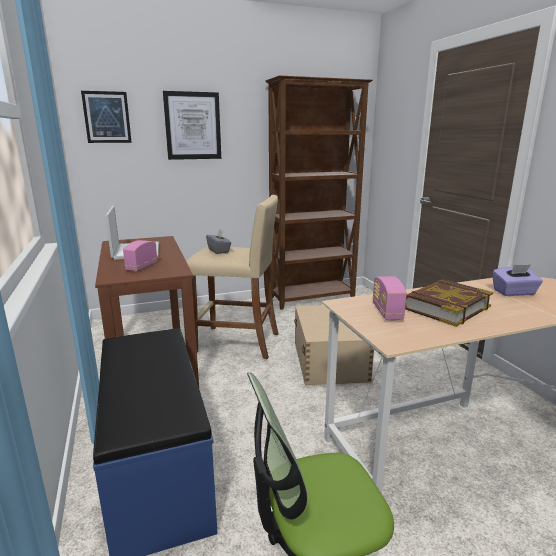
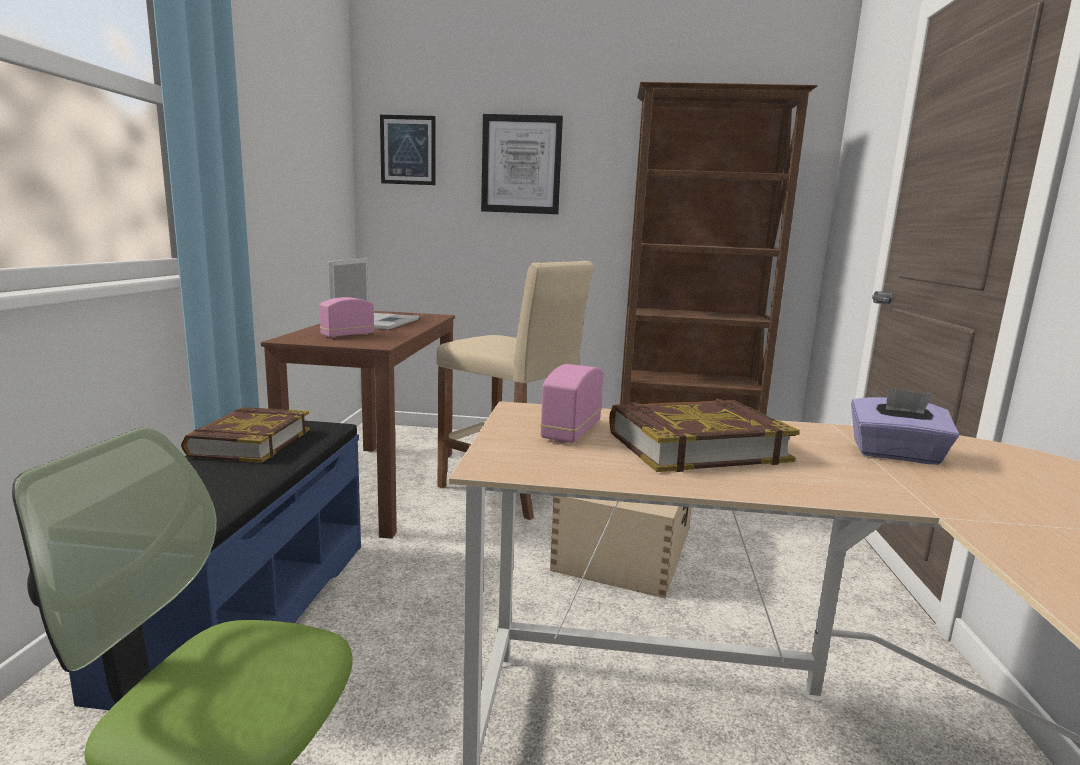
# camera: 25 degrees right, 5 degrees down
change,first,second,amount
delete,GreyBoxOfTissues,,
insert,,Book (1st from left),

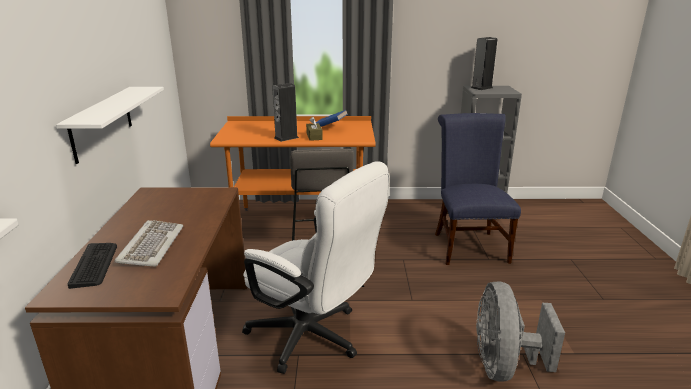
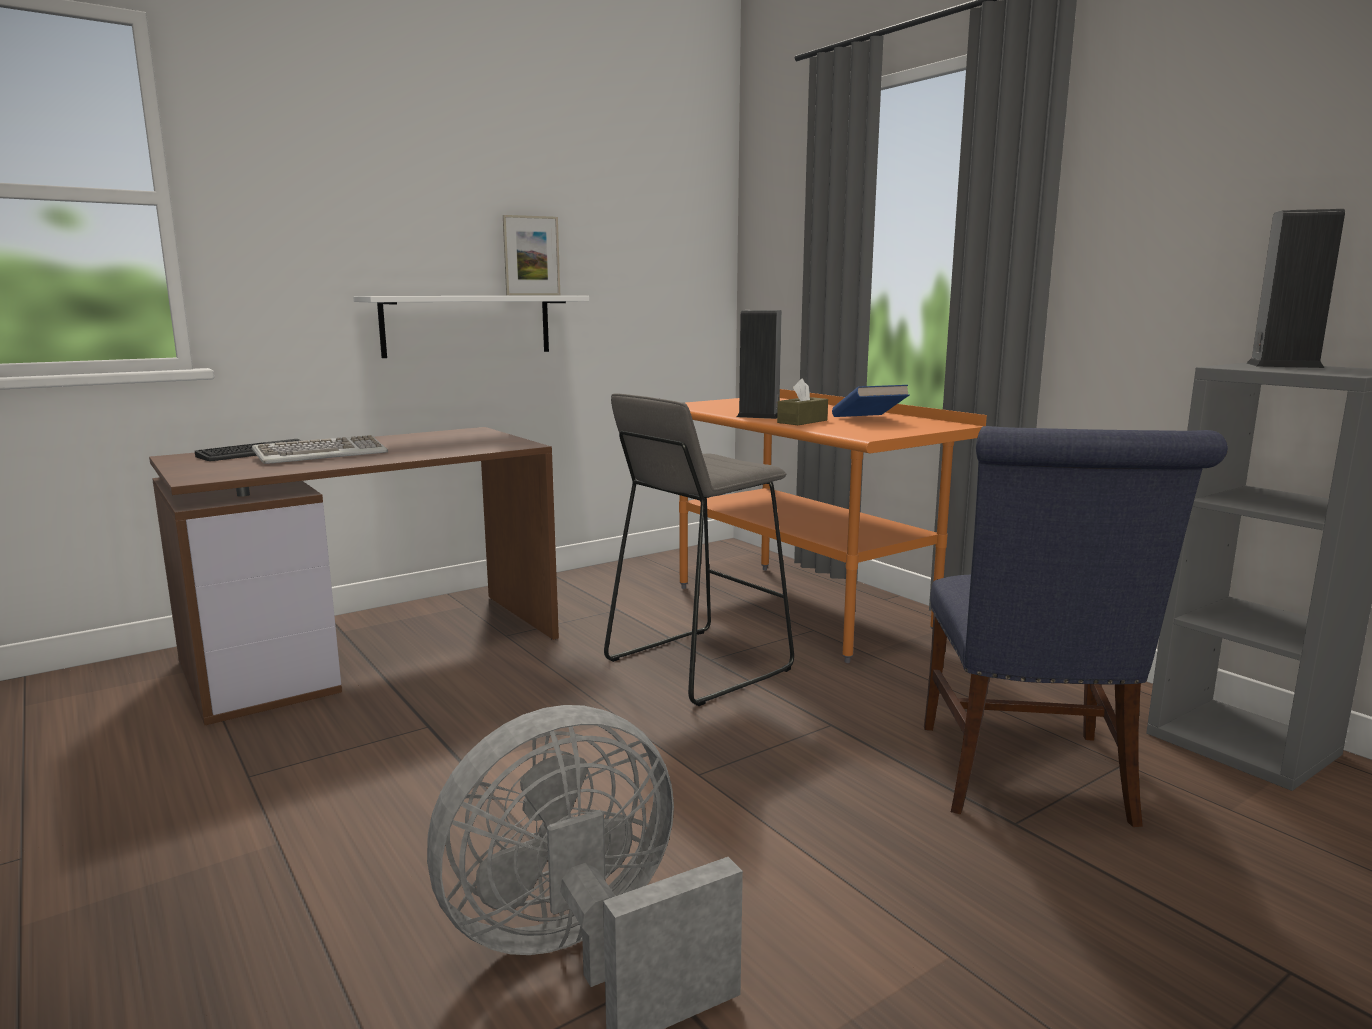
# camera: 55 degrees right, 10 degrees down
change,first,second,amount
delete,WhiteColouredOfficeChair,,
insert,,PictureFrame,
rotate,BluishUprightChair,,135 degrees clockwise

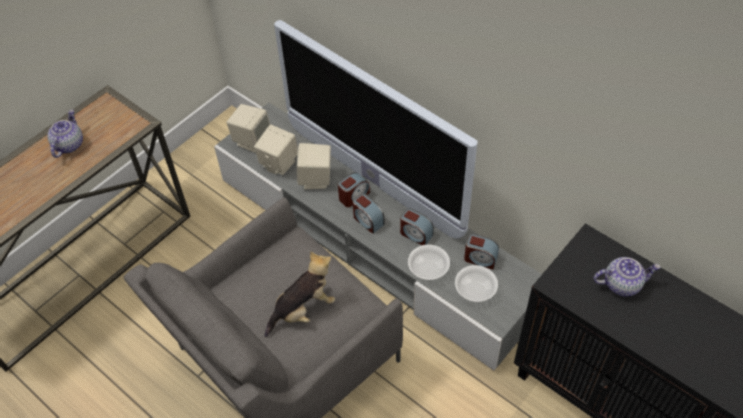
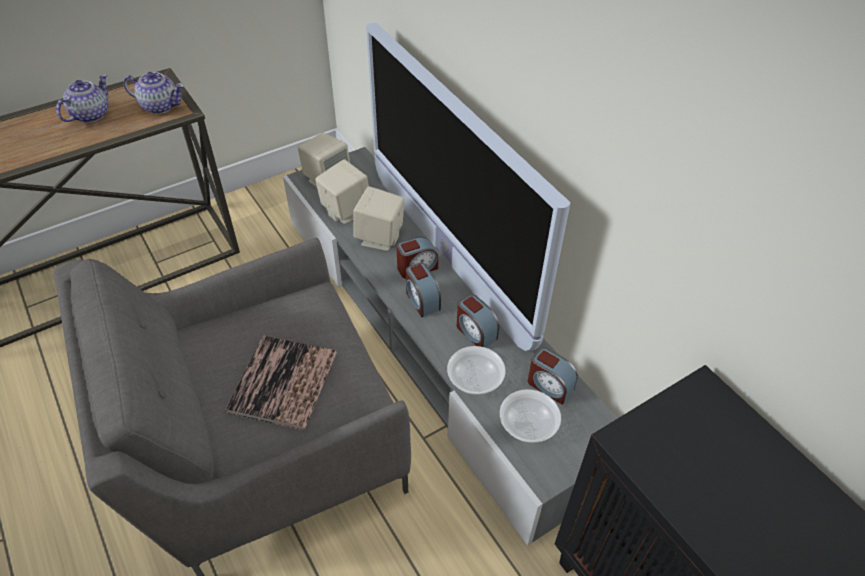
# camera: 15 degrees right, 5 degrees down
change,first,second,amount
move,TeaPot (2nd from left),,
replace,PlushToy,Book,

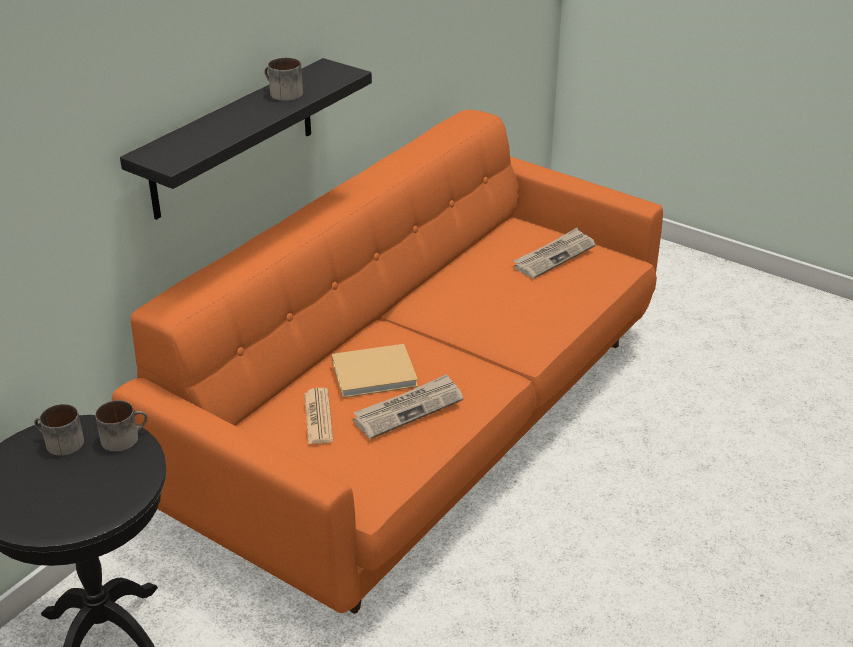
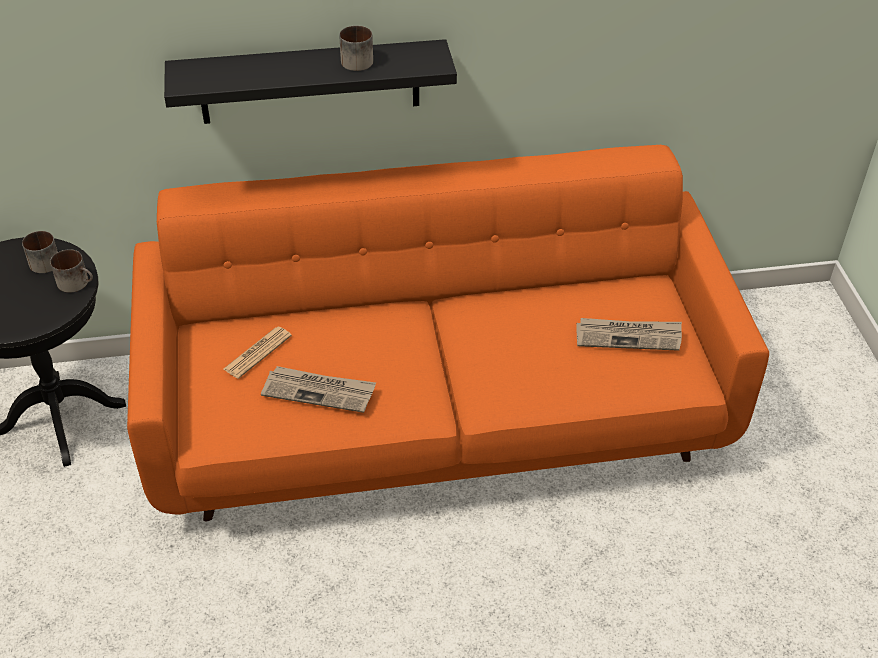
# camera: 45 degrees right, 10 degrees up
change,first,second,amount
delete,SandColouredBook,,

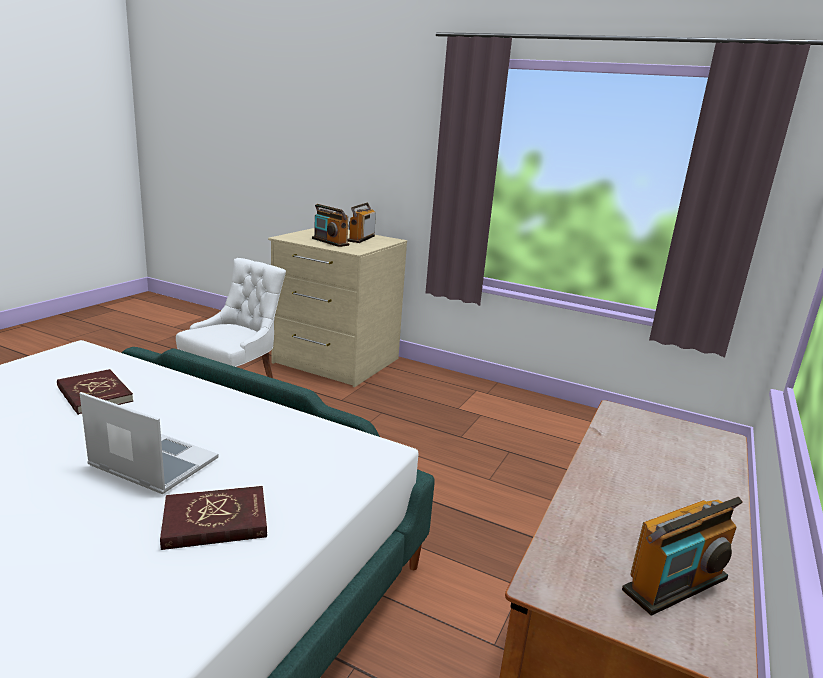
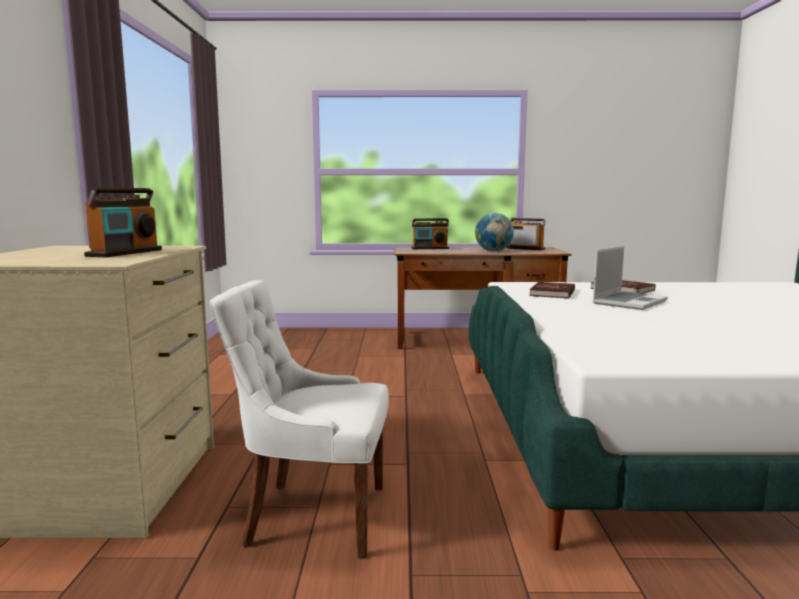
# camera: 115 degrees left, 10 degrees down
change,first,second,amount
insert,,Globe,
move,ReddishBook (1st from left),,
move,Radio (2nd from left),,
rotate,PortableComputer,,135 degrees counterclockwise

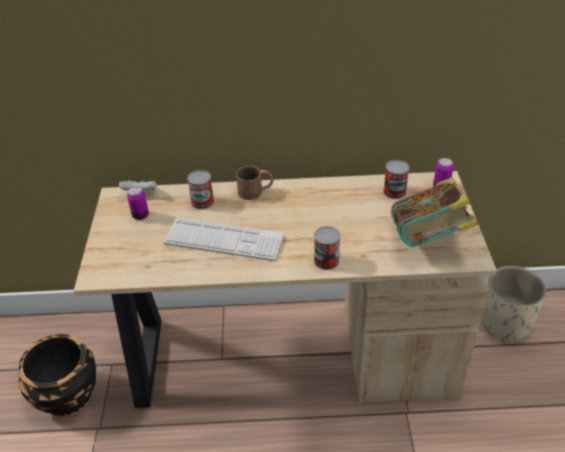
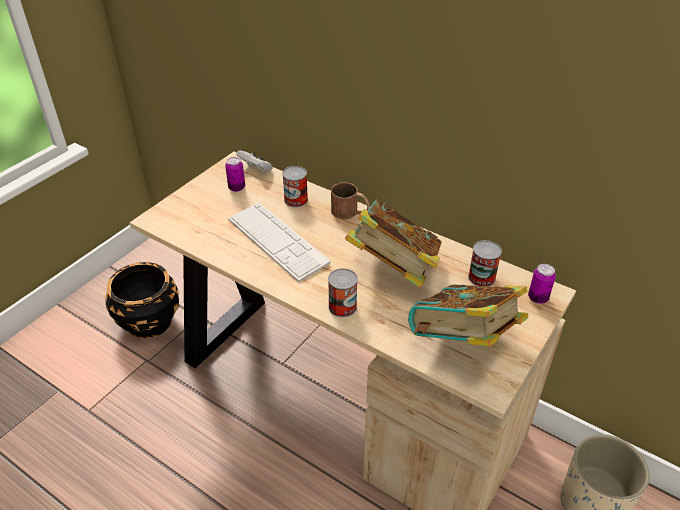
# camera: 35 degrees right, 0 degrees up
change,first,second,amount
insert,,Book (1st from left),

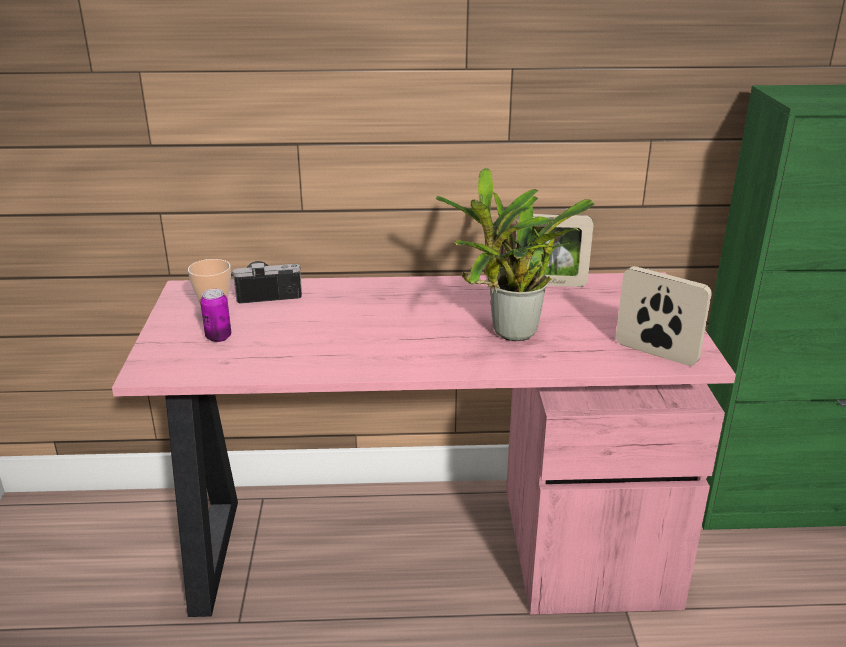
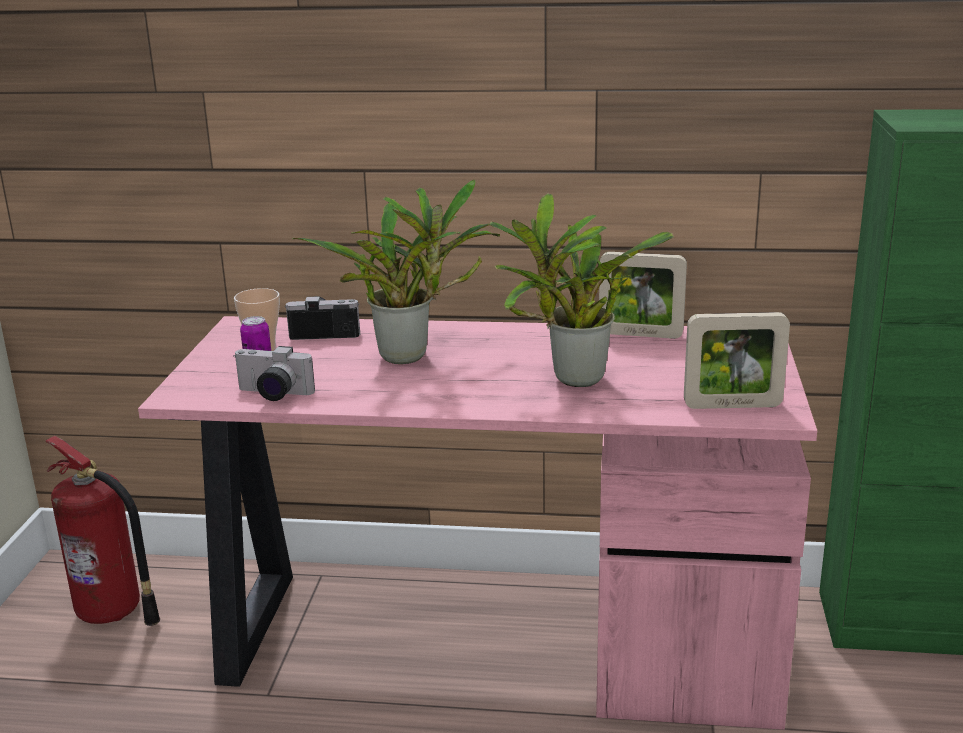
# camera: 10 degrees right, 5 degrees down
change,first,second,amount
insert,,FireFightingCylinder,
insert,,StillCamera (1st from left),
insert,,Houseplant (1st from left),
rotate,PictureFrame (2nd from left),,135 degrees clockwise

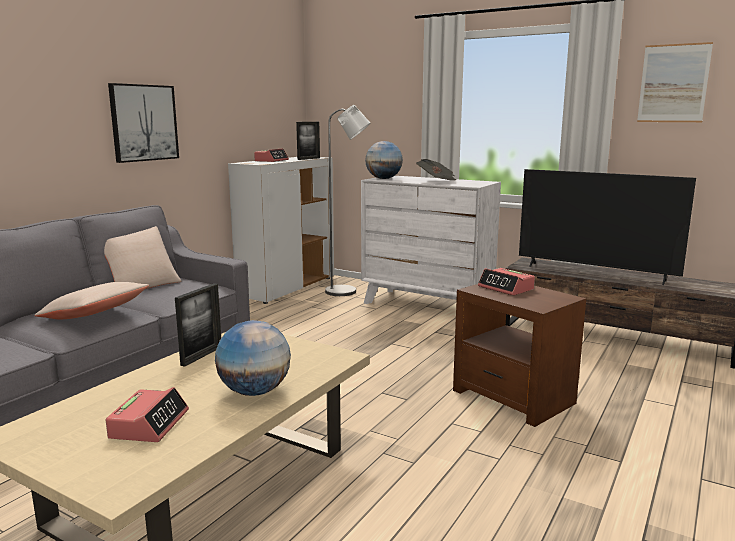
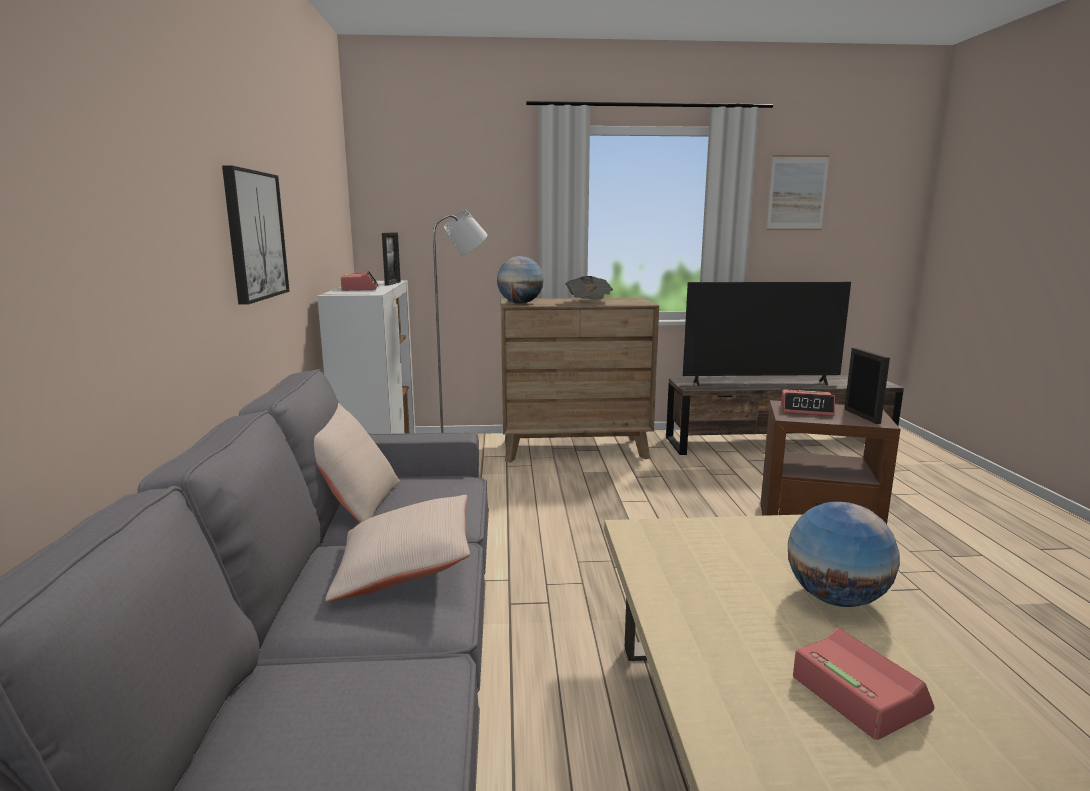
# camera: 35 degrees left, 0 degrees up
change,first,second,amount
move,PictureFrame (1st from left in the first image),PictureFrame (2nd from left),
recolor,WhiteColouredDresser,BrownColouredDresser,

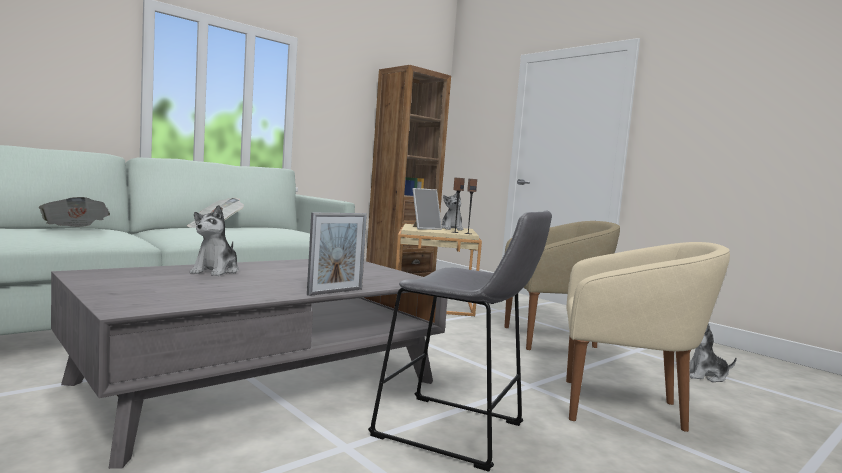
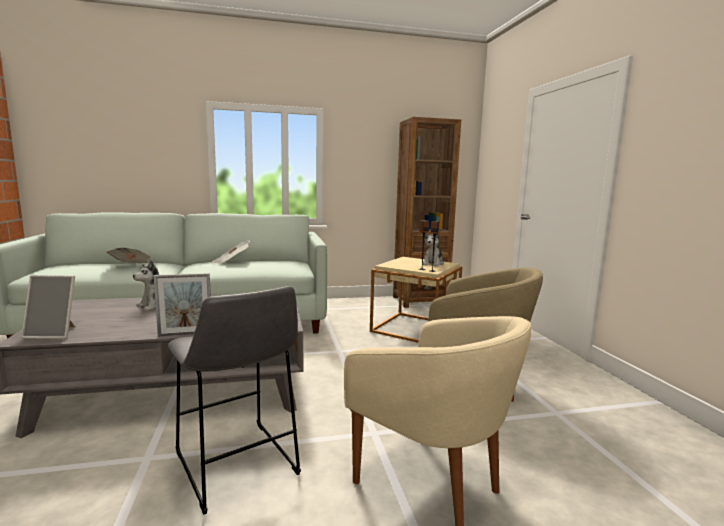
# camera: 30 degrees right, 5 degrees up
change,first,second,amount
delete,PlushToy (3rd from left),,
move,PictureFrame (2nd from left in the first image),PictureFrame (1st from left),

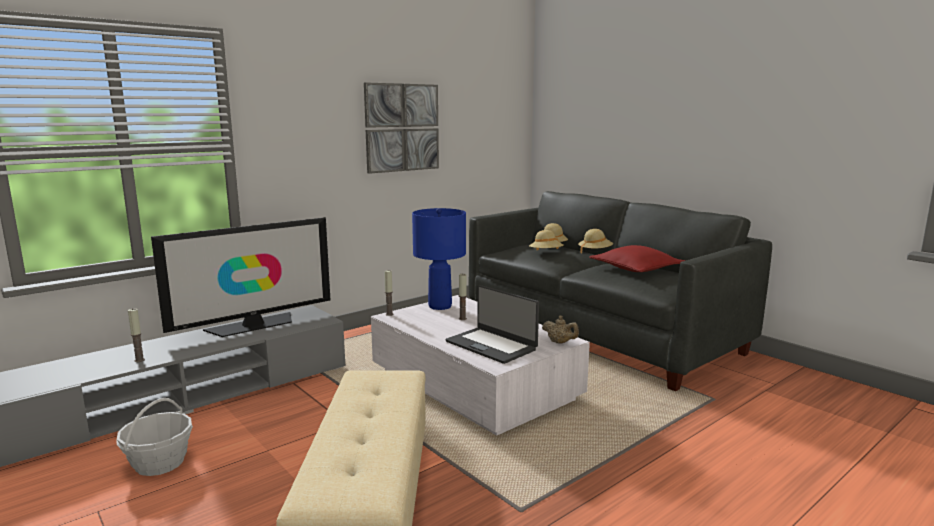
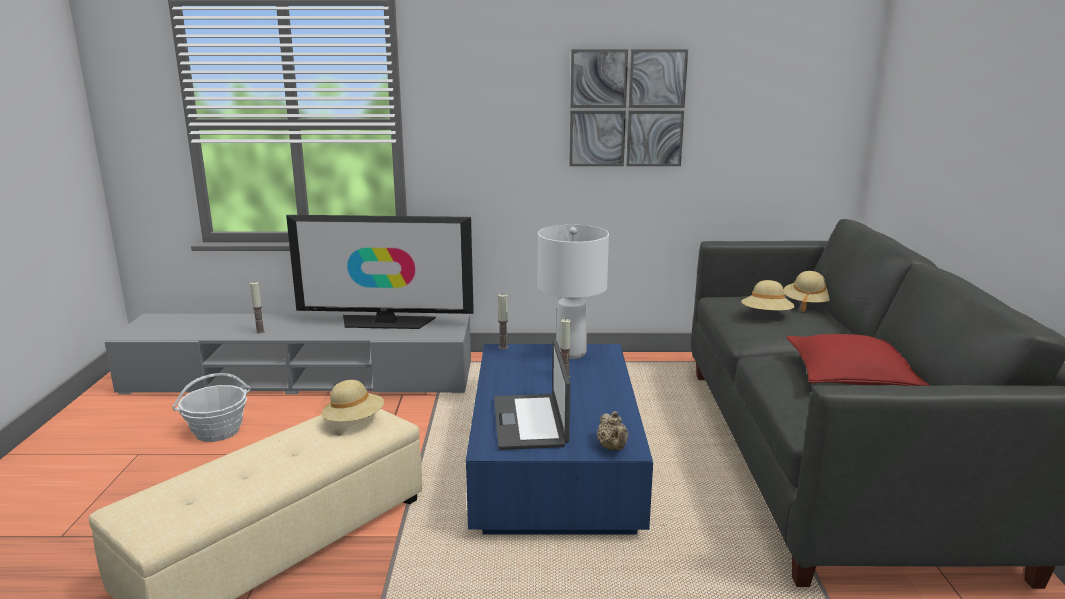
# camera: 40 degrees right, 5 degrees up
change,first,second,amount
move,SandColouredClothingHat (3rd from left in the first image),SandColouredClothingHat (1st from left),
recolor,WhiteColouredLowTable,BluishLowTable,
recolor,BluishTableLamp,WhiteColouredTableLamp,

